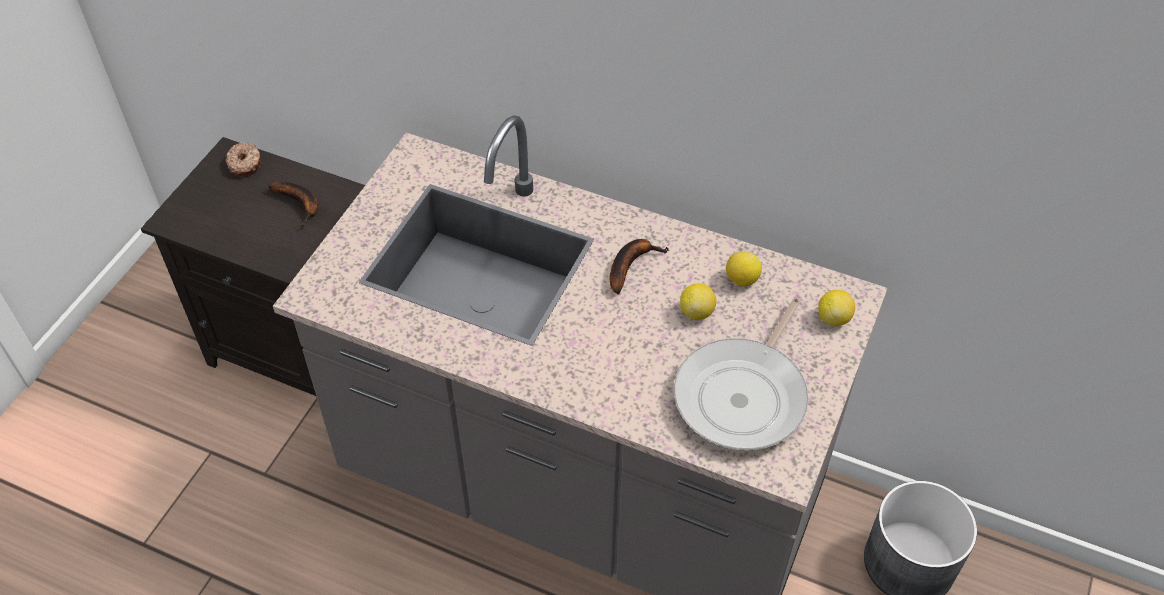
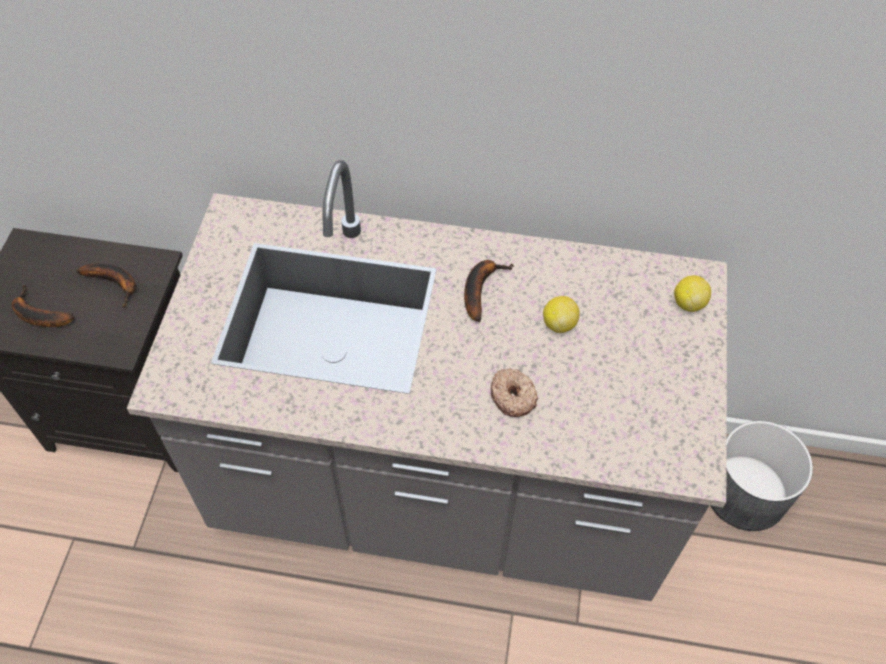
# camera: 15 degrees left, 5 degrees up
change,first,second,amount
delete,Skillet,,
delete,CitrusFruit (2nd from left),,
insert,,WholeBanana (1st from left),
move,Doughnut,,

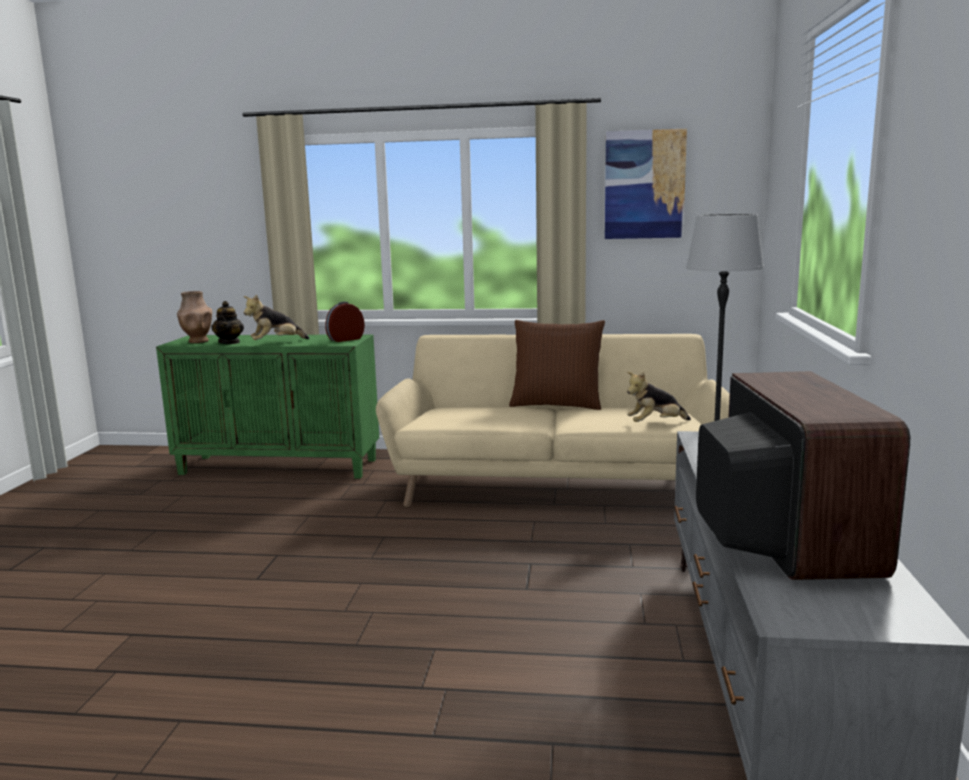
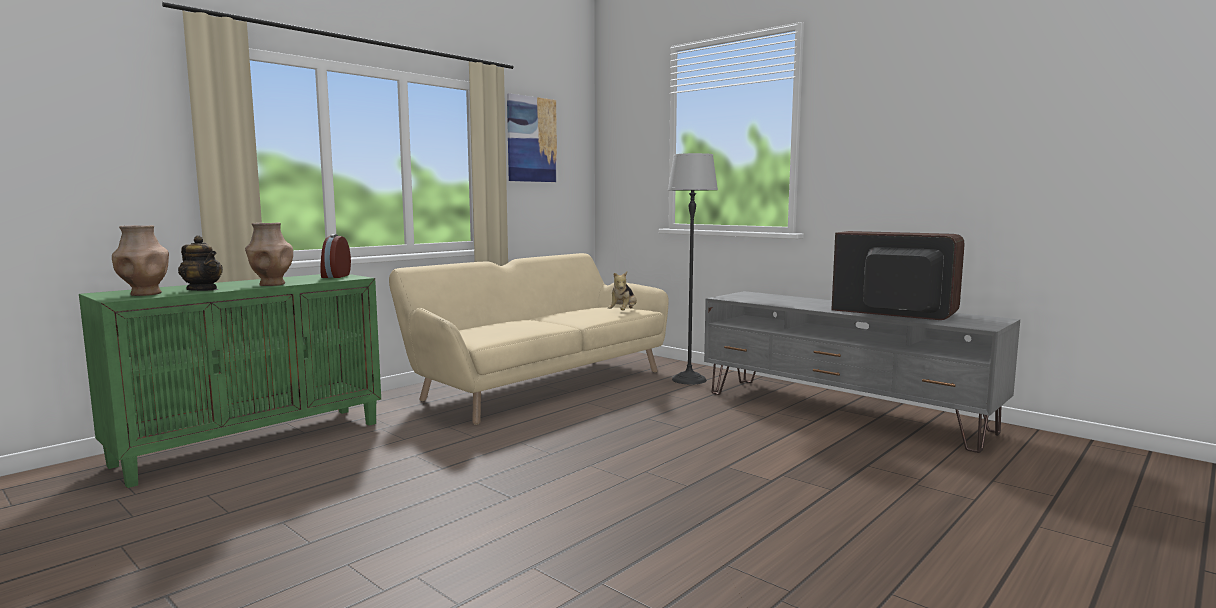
# camera: 55 degrees left, 5 degrees down
change,first,second,amount
delete,BrownColouredPillow,,
replace,PlushToy (1st from left),BrownColouredDecorativeVase (2nd from left),

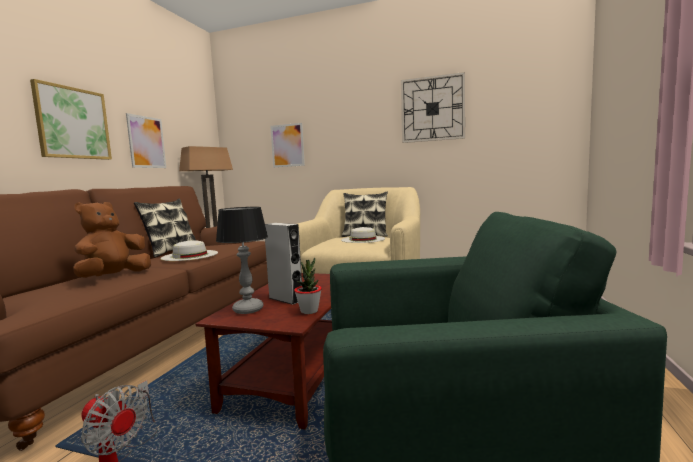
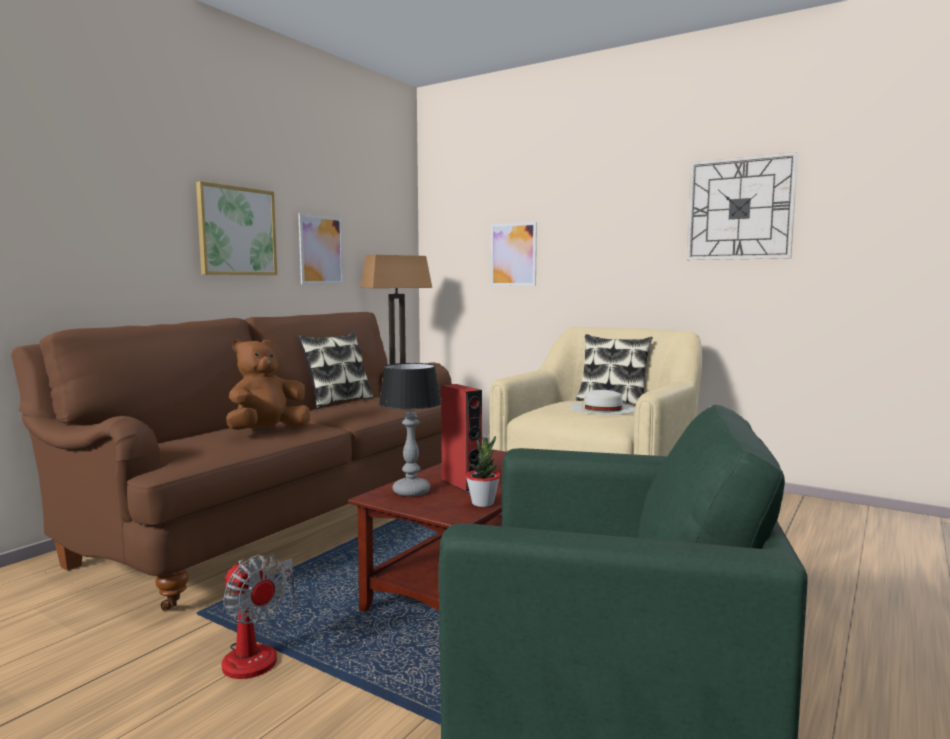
# camera: 15 degrees right, 0 degrees up
change,first,second,amount
delete,WhiteColouredClothingHat (1st from left),,
recolor,GreyLoudspeaker,ReddishLoudspeaker,

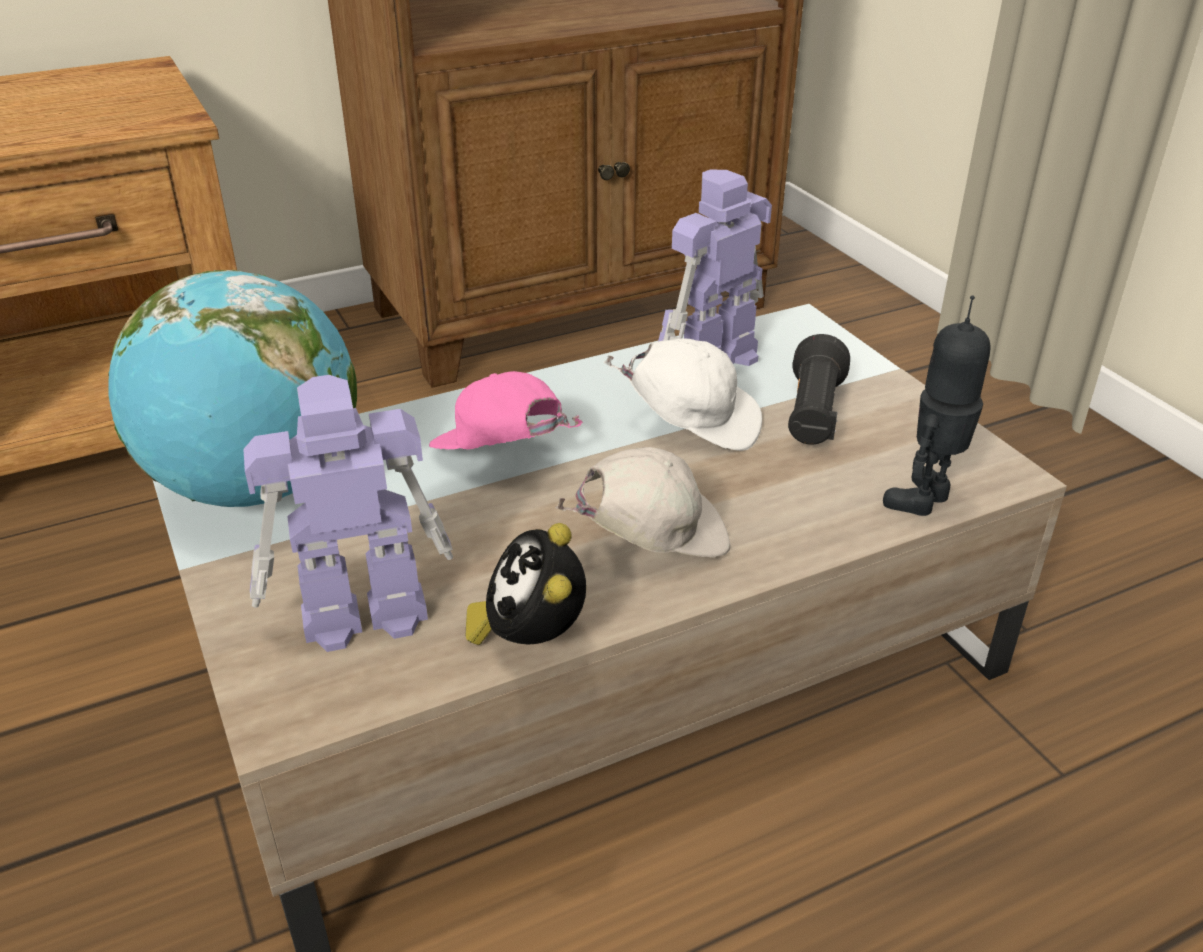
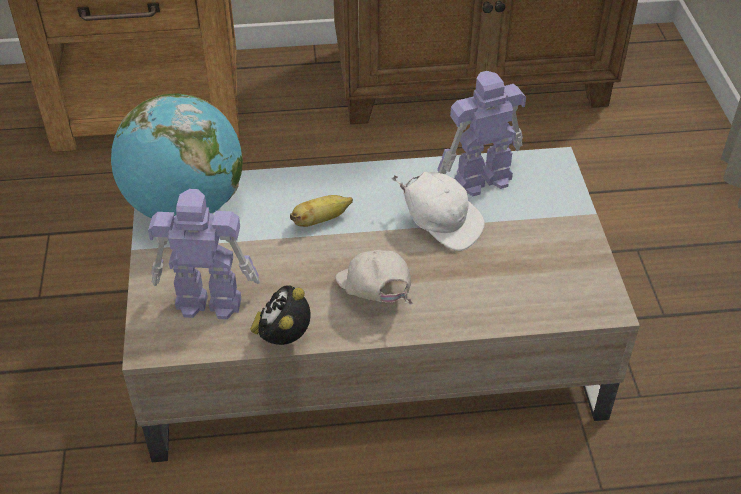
# camera: 20 degrees right, 10 degrees up
change,first,second,amount
delete,BlackColouredTorch,,
delete,RobotFigure (3rd from left),,
replace,PinkColouredBaseballCap,WholeBanana,
rotate,WhiteColouredBaseballCap (1st from left),,120 degrees counterclockwise

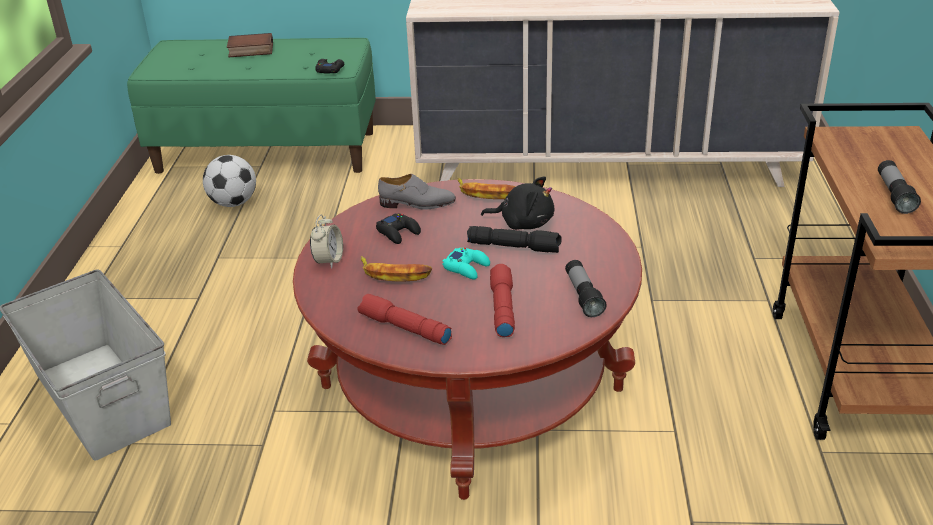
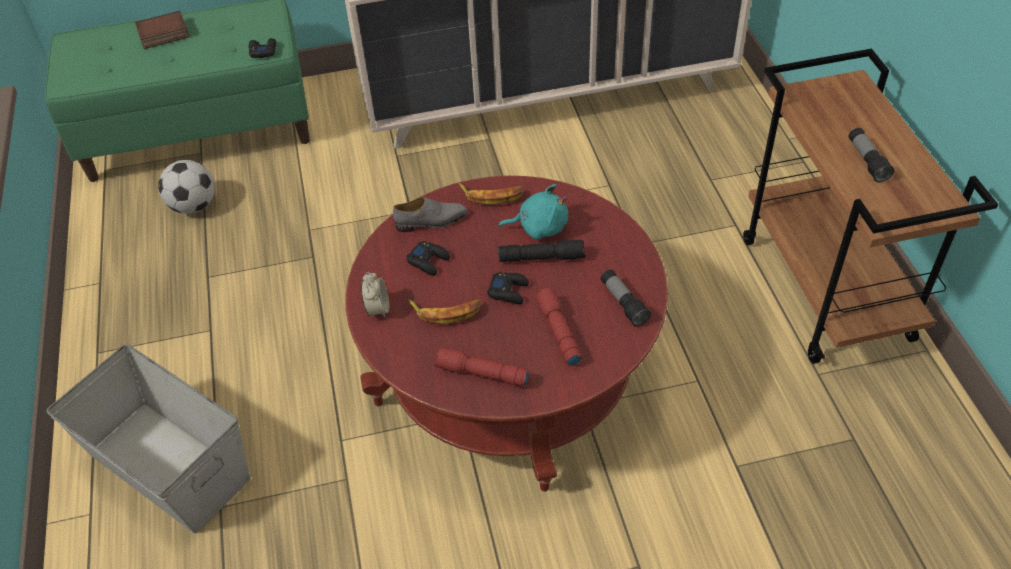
# camera: 15 degrees left, 15 degrees up
change,first,second,amount
recolor,TurquoiseColouredGameController,BlackColouredGameController (3rd from left),
recolor,BlackColouredPlushToy,TurquoiseColouredPlushToy,

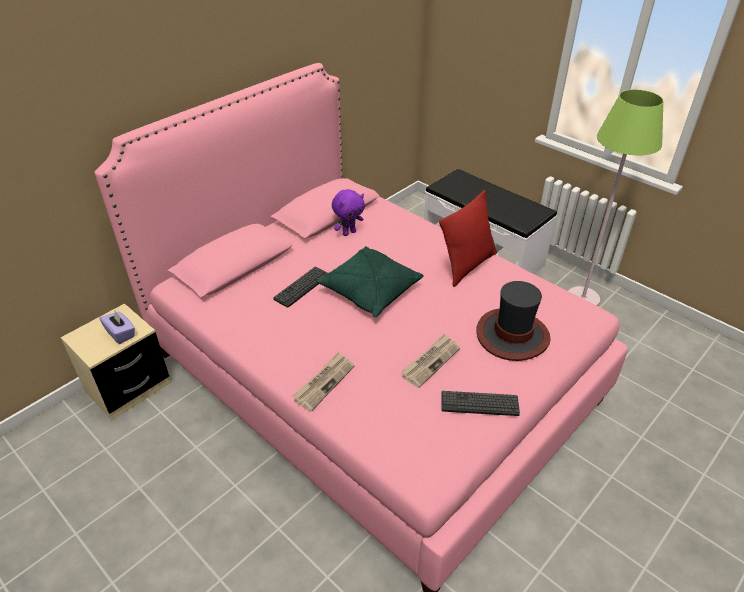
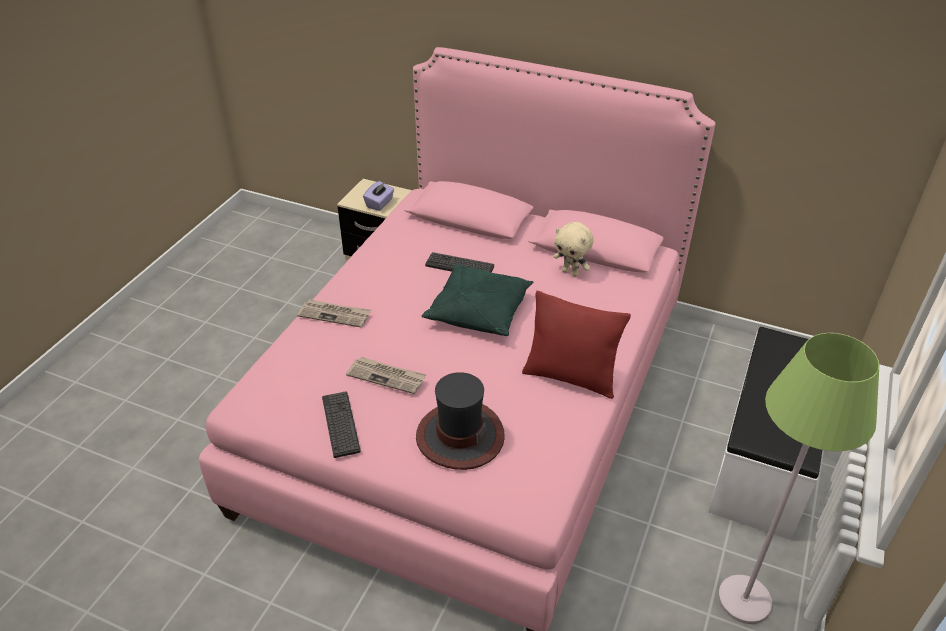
# camera: 70 degrees right, 0 degrees up
change,first,second,amount
recolor,PurplePlushToy,SandColouredPlushToy,

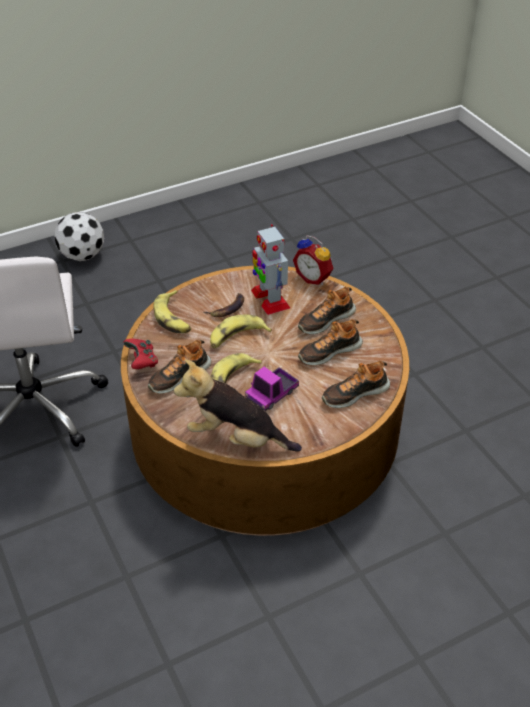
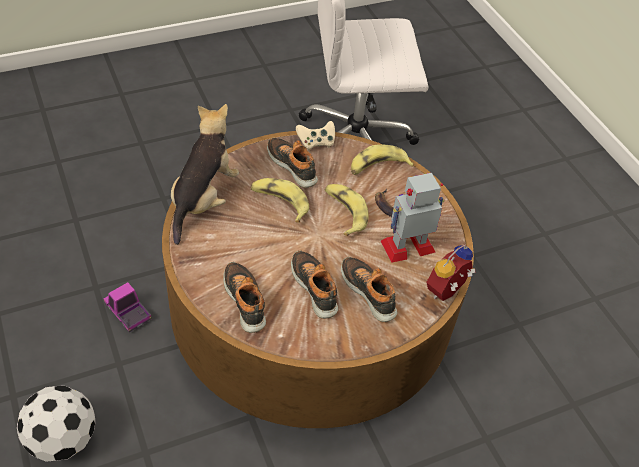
# camera: 90 degrees right, 5 degrees up
change,first,second,amount
move,FootballBall,,
move,ToyLorry,,
recolor,ReddishGameController,SandColouredGameController,

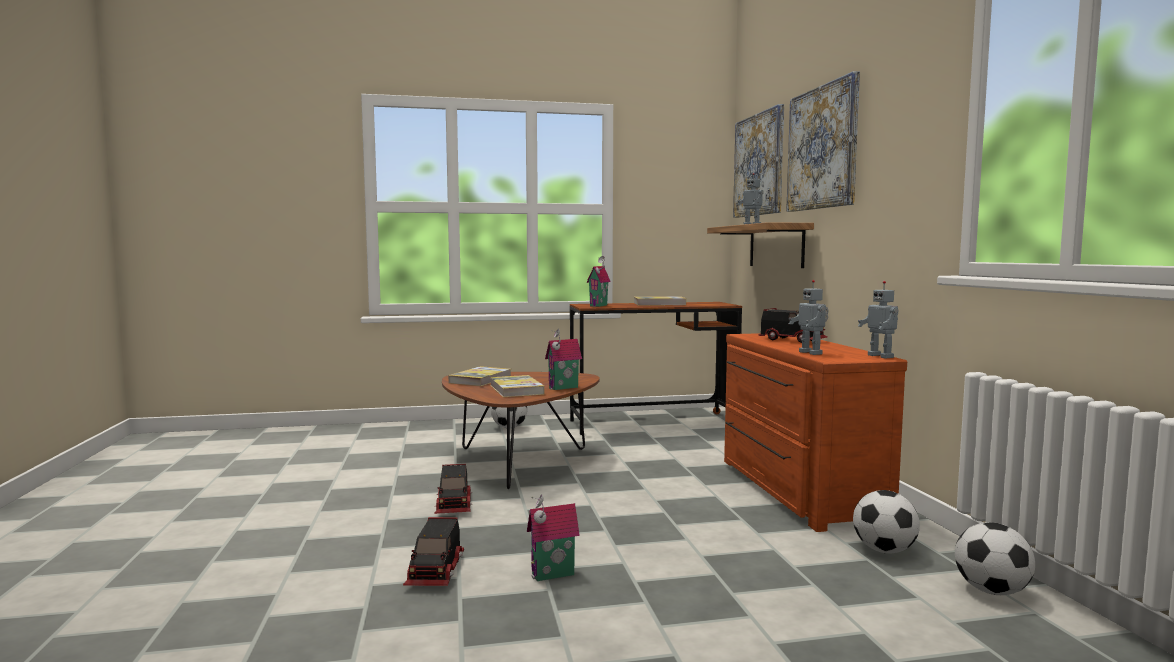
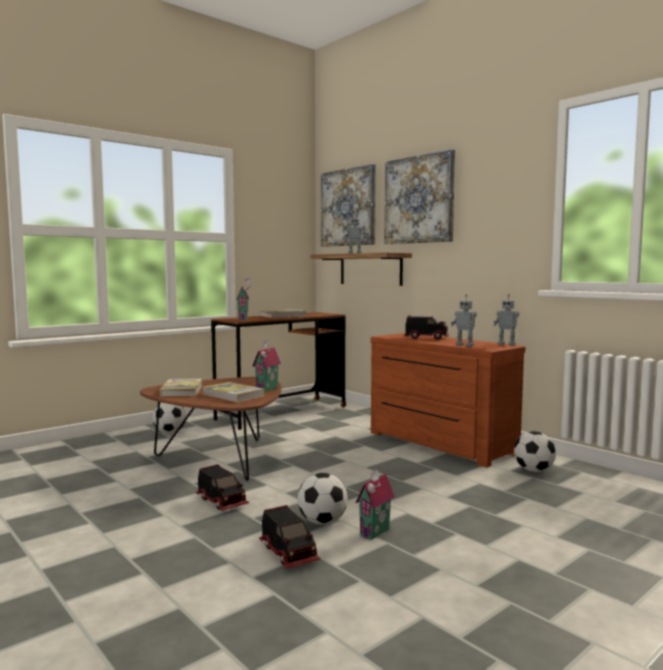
# camera: 30 degrees left, 0 degrees up
change,first,second,amount
move,FootballBall (3rd from left in the first image),FootballBall (2nd from left),

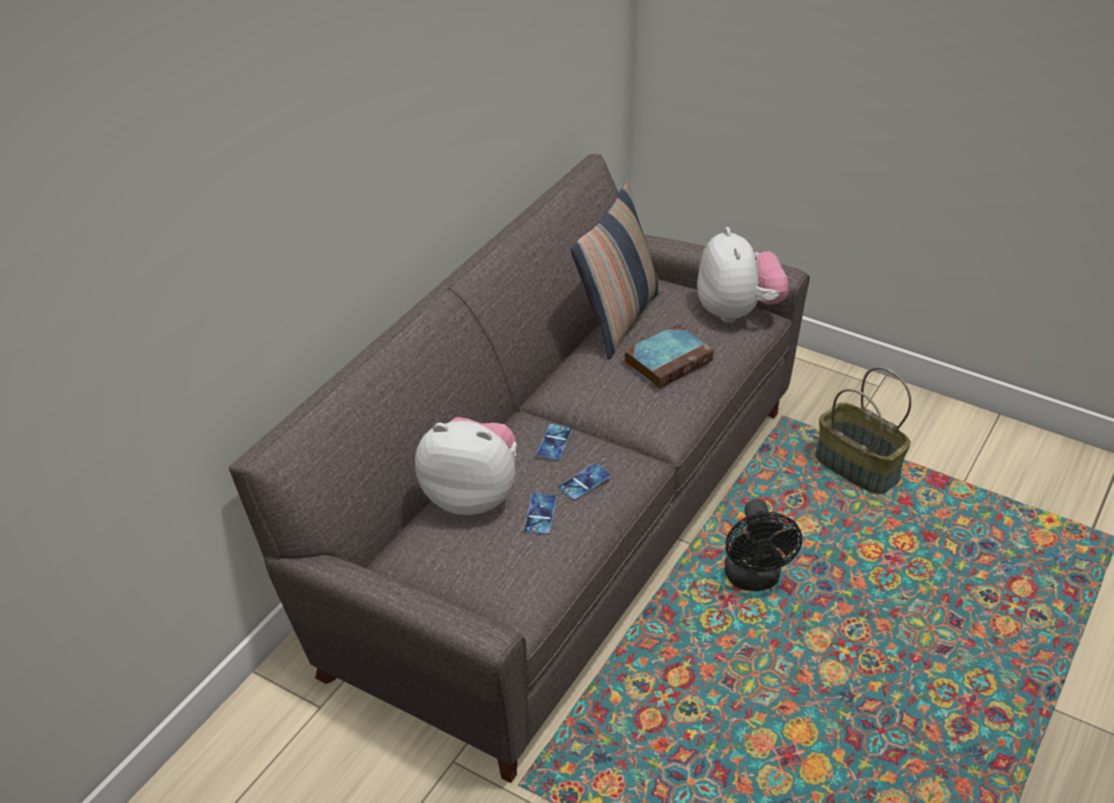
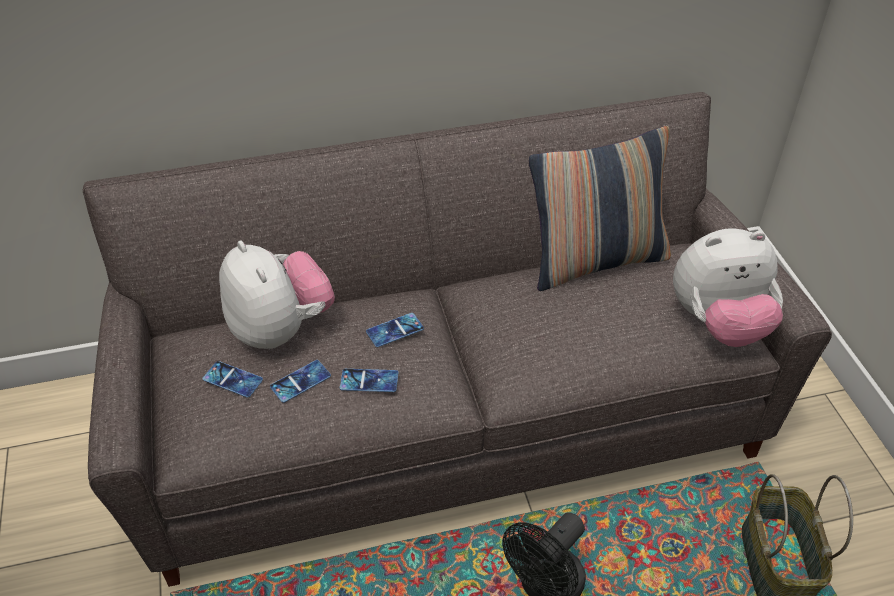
# camera: 45 degrees right, 5 degrees up
change,first,second,amount
delete,Book,,
insert,,Phone (1st from left),
rotate,PlushToy (2nd from left),,45 degrees clockwise

